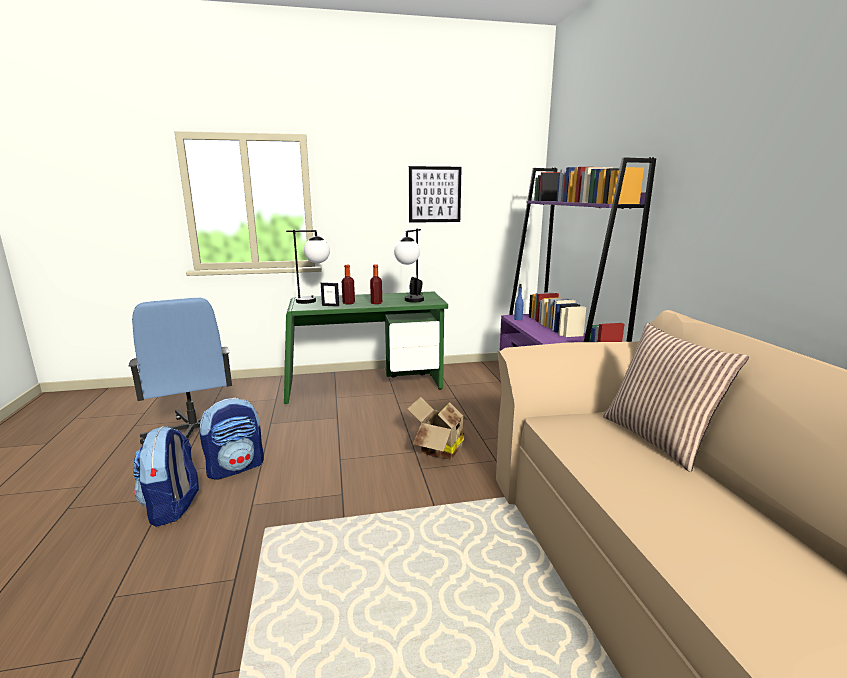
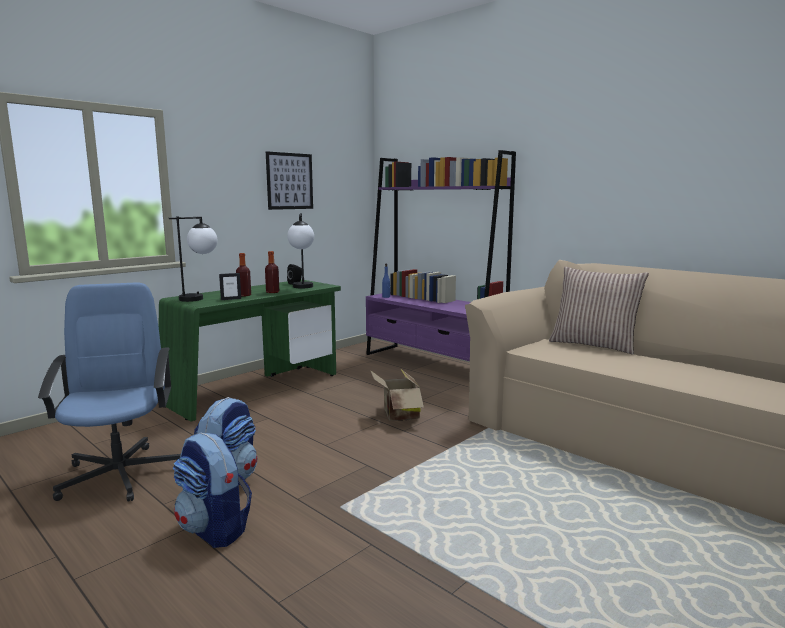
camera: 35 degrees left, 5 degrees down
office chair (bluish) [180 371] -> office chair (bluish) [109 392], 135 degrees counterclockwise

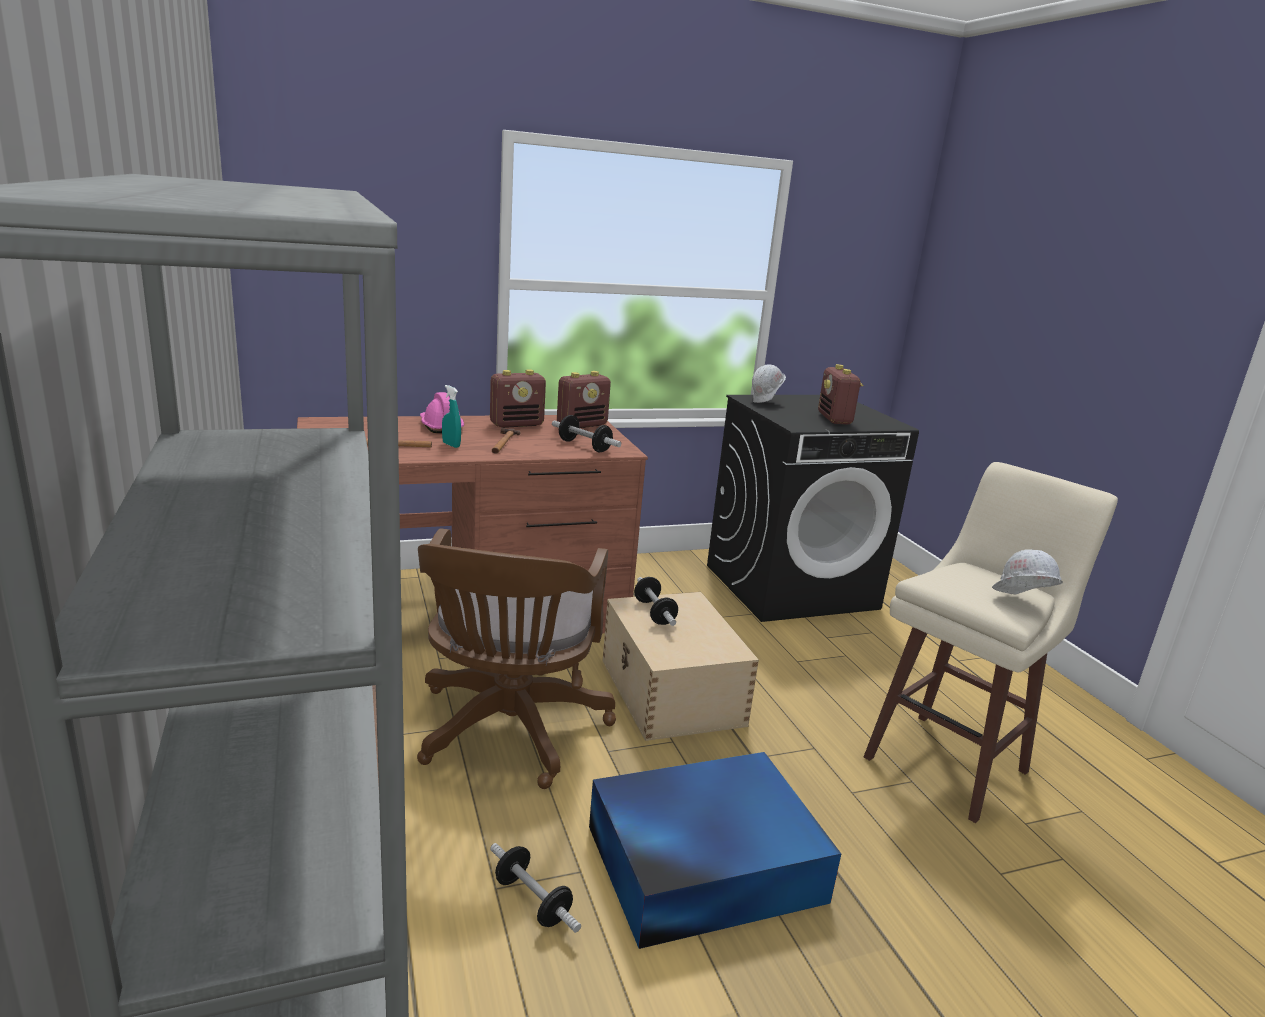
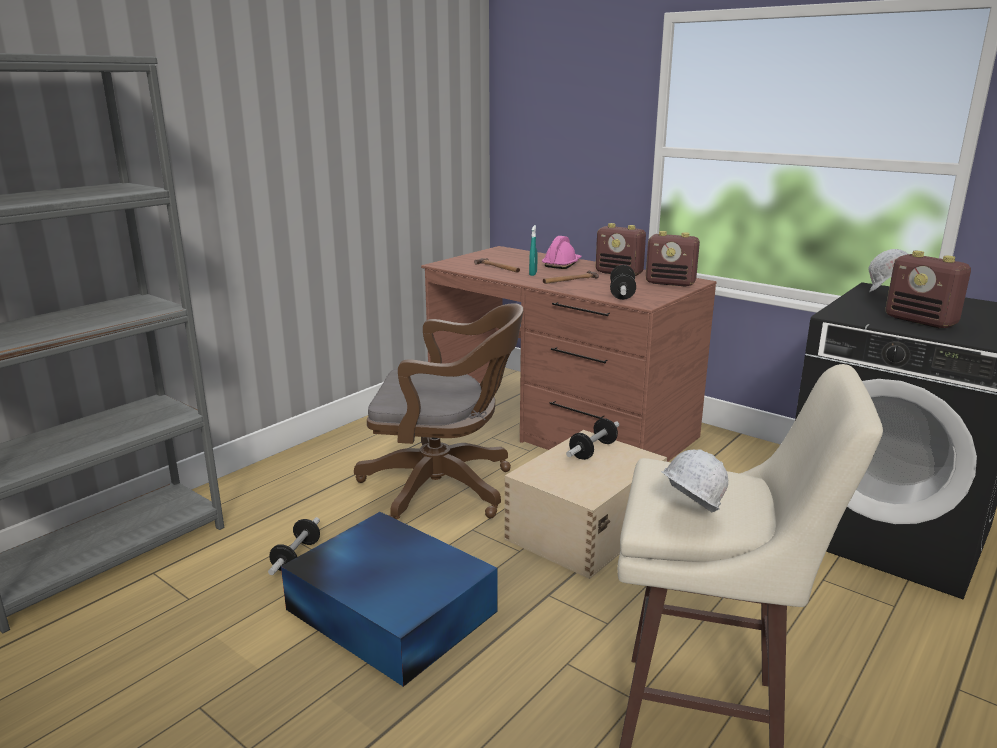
camera: 60 degrees right, 0 degrees up
office chair (brownish) [516 658] -> office chair (brownish) [439 411], 150 degrees counterclockwise
radio [840 394] -> radio [928 289], 90 degrees counterclockwise

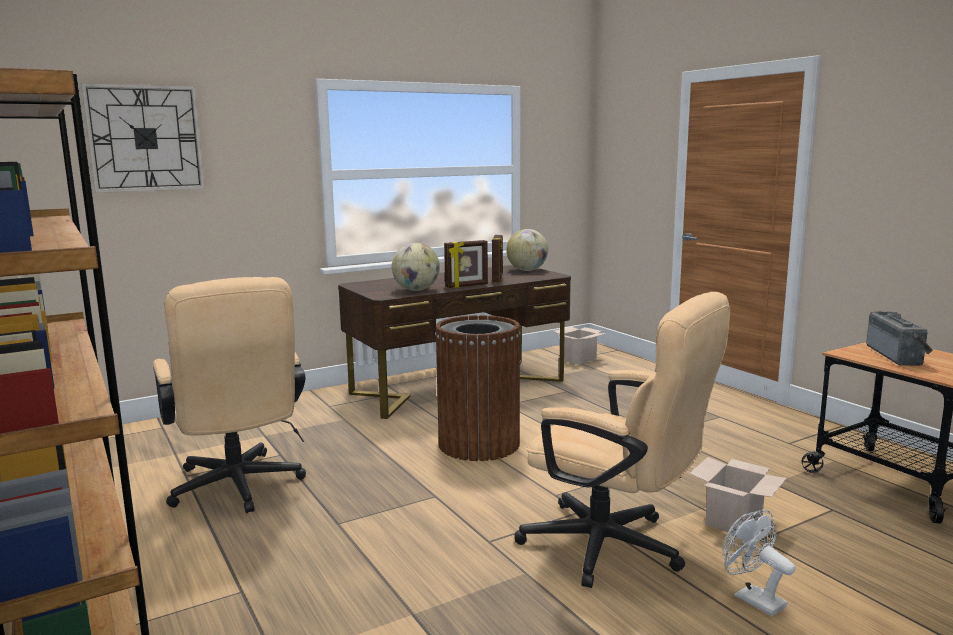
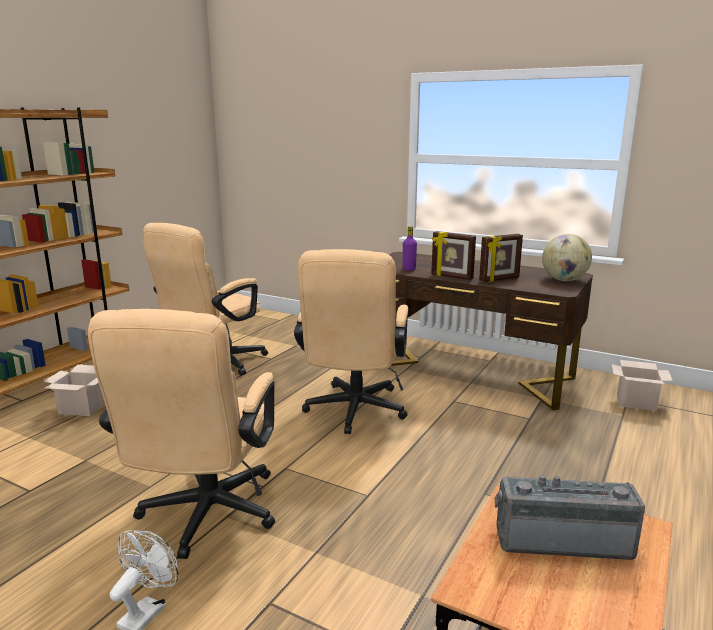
camera: 60 degrees right, 5 degrees up
hanging clock [143 138] -> none
globe [416 267] -> bottle (purplish) [410 248]
trash can (brownish) [478 388] -> office chair (beige) [351 341]
carton [738 494] -> carton [74 390], move
radio [899 338] -> radio [570 517], 150 degrees counterclockwise

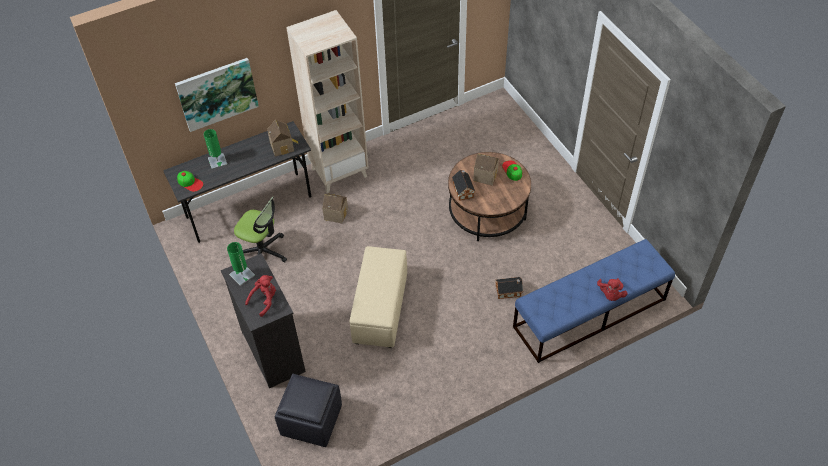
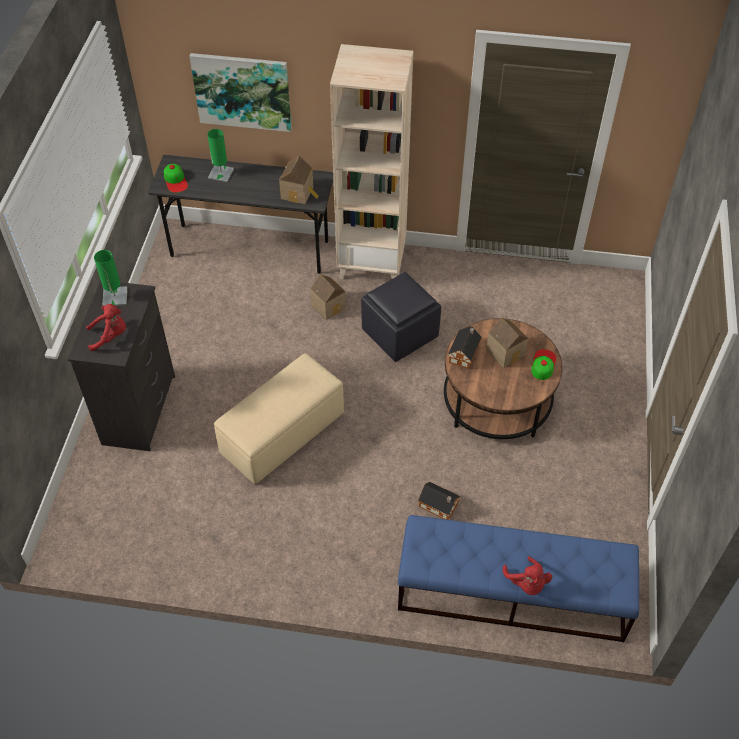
camera: 35 degrees right, 0 degrees up
office chair [260 229] -> none
footrest (black) [308 410] -> footrest (black) [401 317], move
soft toy (red-coloured) [612 289] -> soft toy (red-coloured) [527 575], 60 degrees counterclockwise

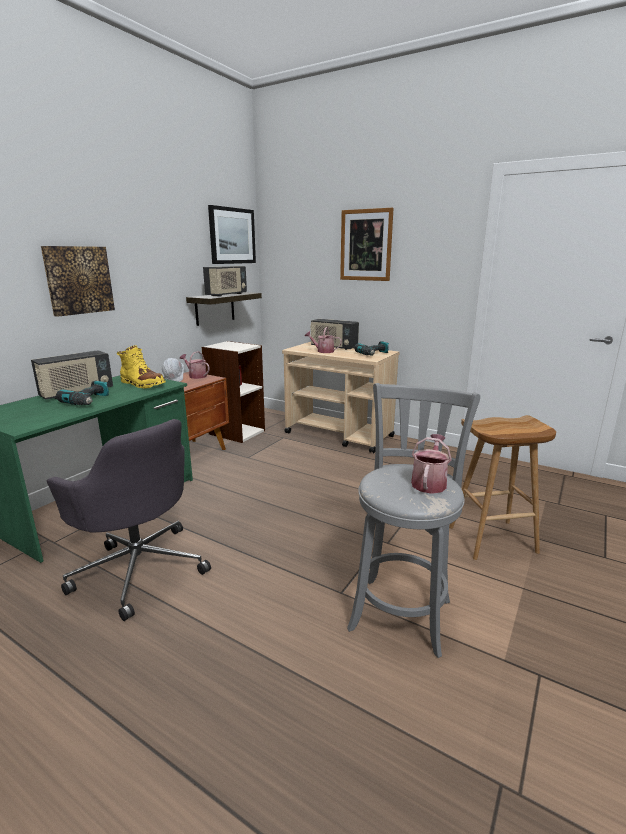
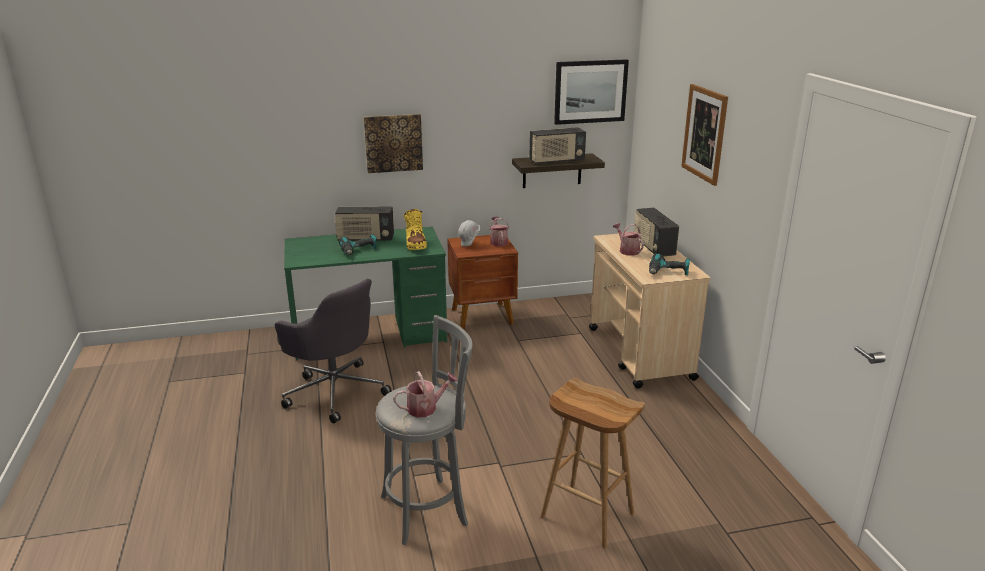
camera: 45 degrees right, 5 degrees up
office chair (grey) [129 520] -> office chair (grey) [333 351], 45 degrees counterclockwise
bookcase [233 392] -> none

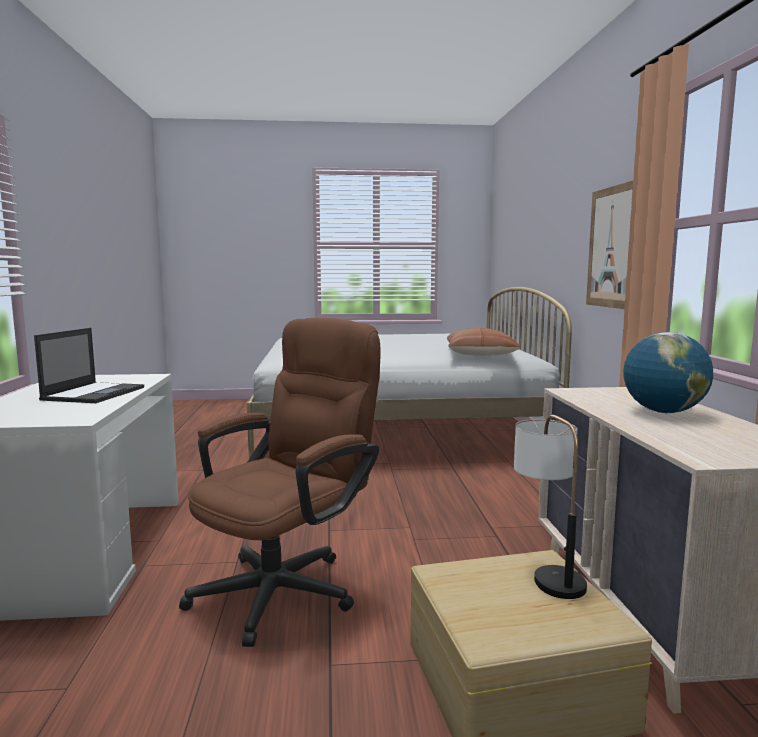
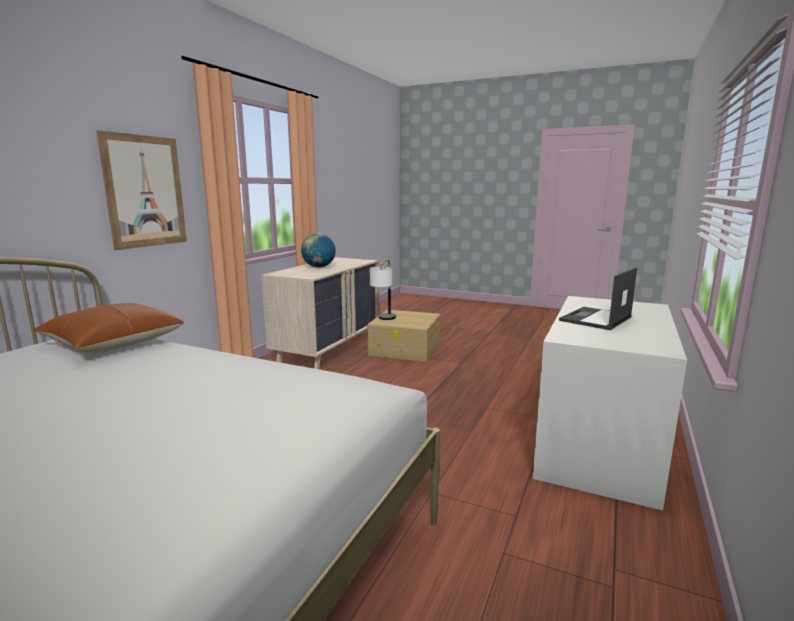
camera: 150 degrees left, 5 degrees up
office chair (brownish) [280 482] -> none

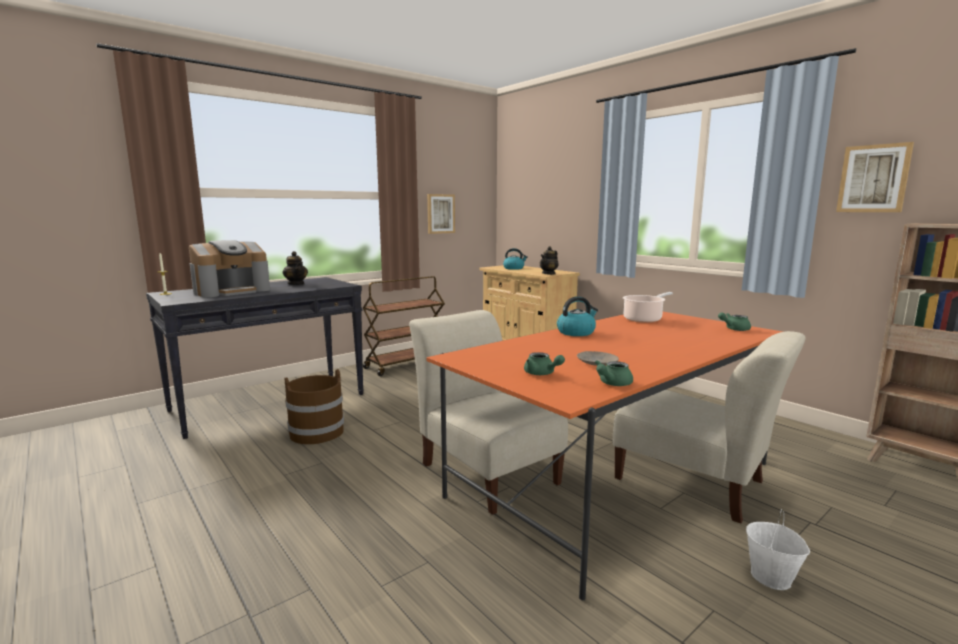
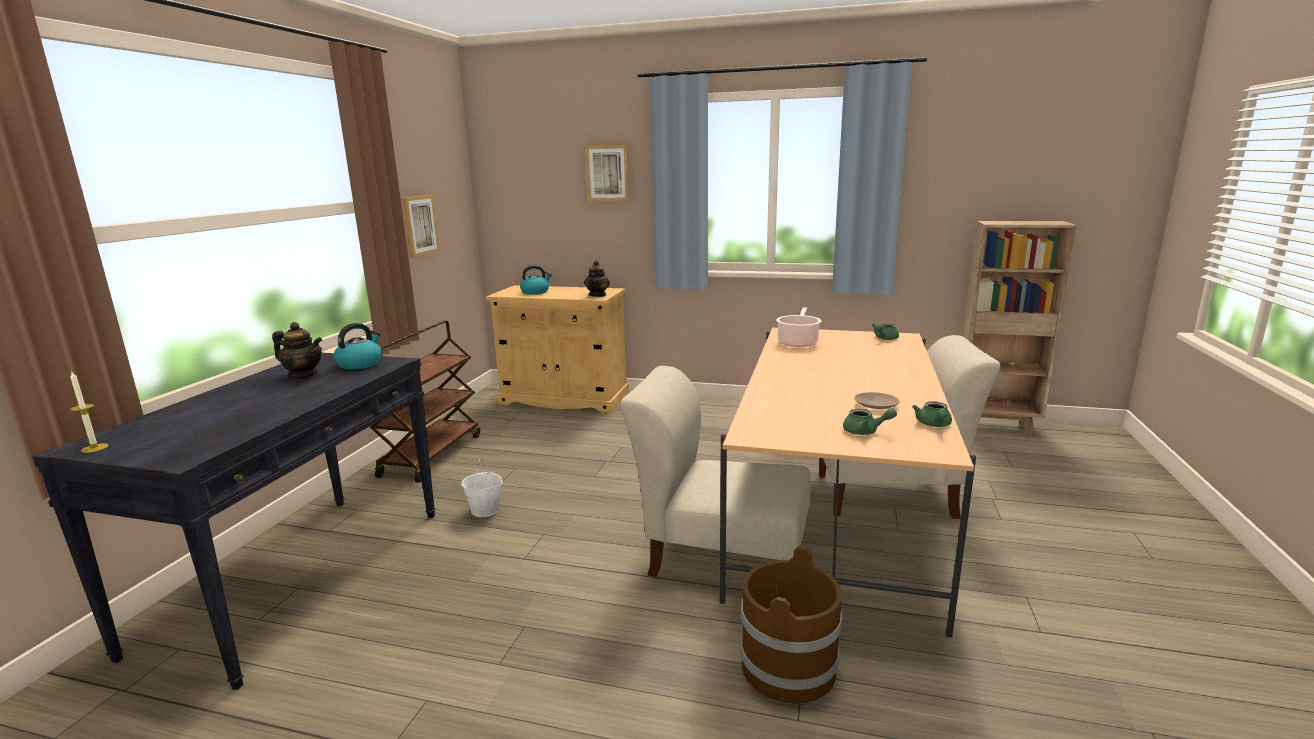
camera: 35 degrees left, 5 degrees up
coffee brewer [229 268] -> none
bucket (brownish) [314 406] -> bucket (brownish) [791 624], move
dinner table (orange-coloured) [604 456] -> dinner table (beige) [848 483]
water kettle [577 316] -> water kettle [358 346], move
bucket (whitish) [778 549] -> bucket (whitish) [482 488], move
wall art [875 177] -> wall art [607 173], move

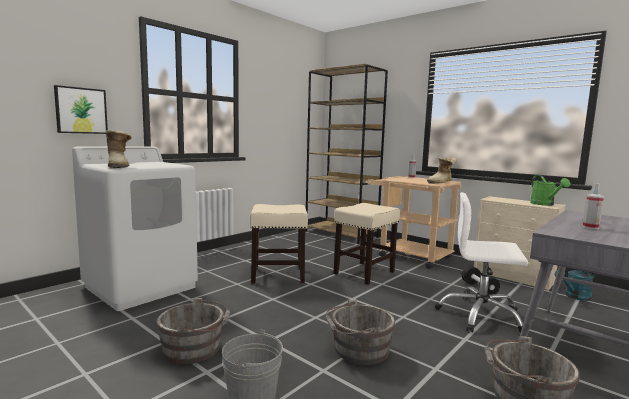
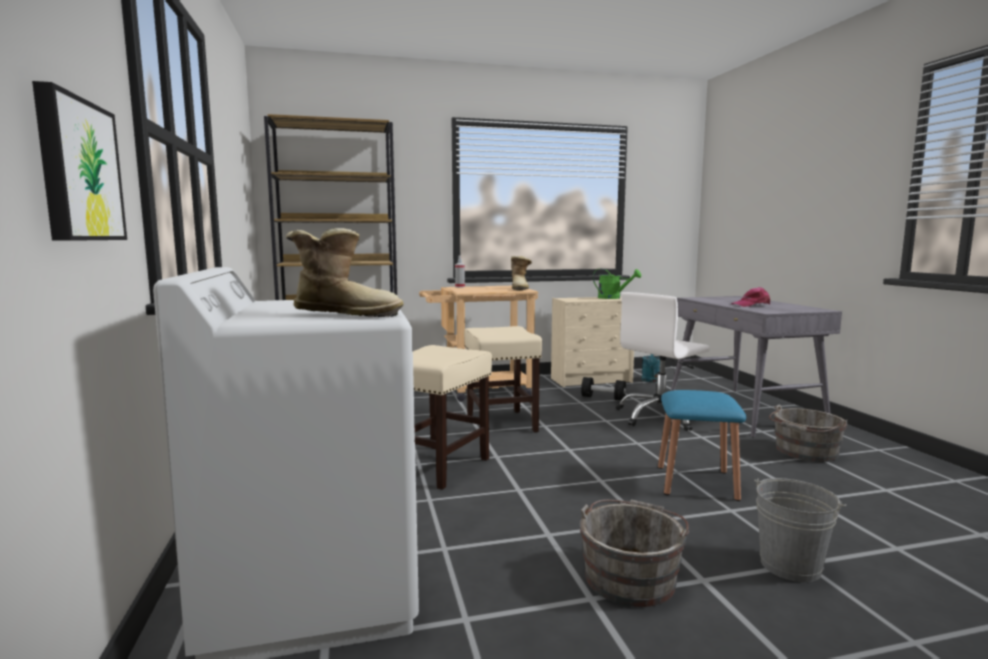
camera: 55 degrees left, 0 degrees up
bucket (grey) [360 332] -> stool seat (bluish) [702 445]
sprayer [593 206] -> cap (pinkish) [750 297]

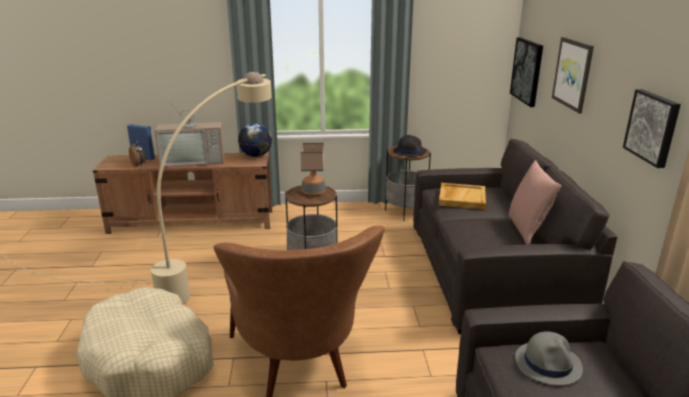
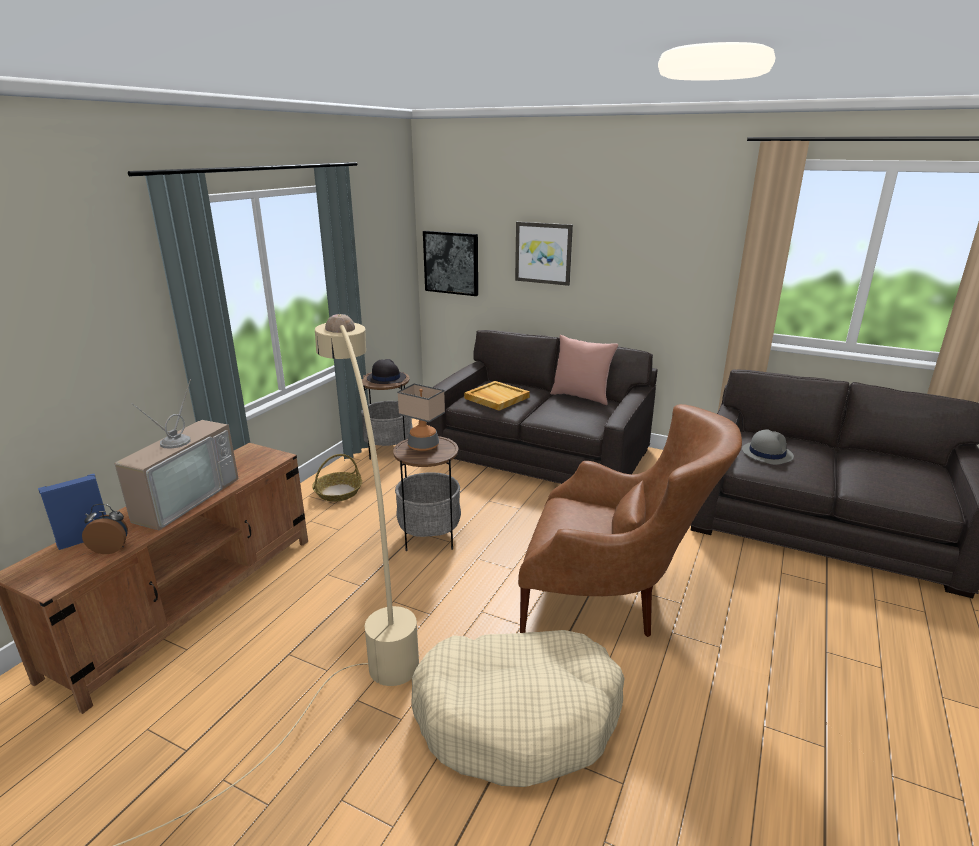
camera: 60 degrees left, 0 degrees up
globe [255 140] -> none
wall art [652 128] -> none
none -> household basket [337 478]

